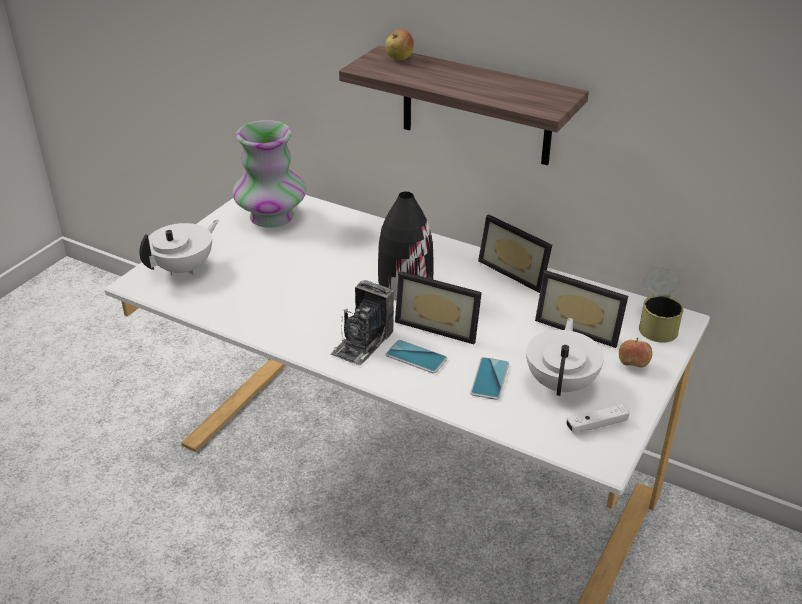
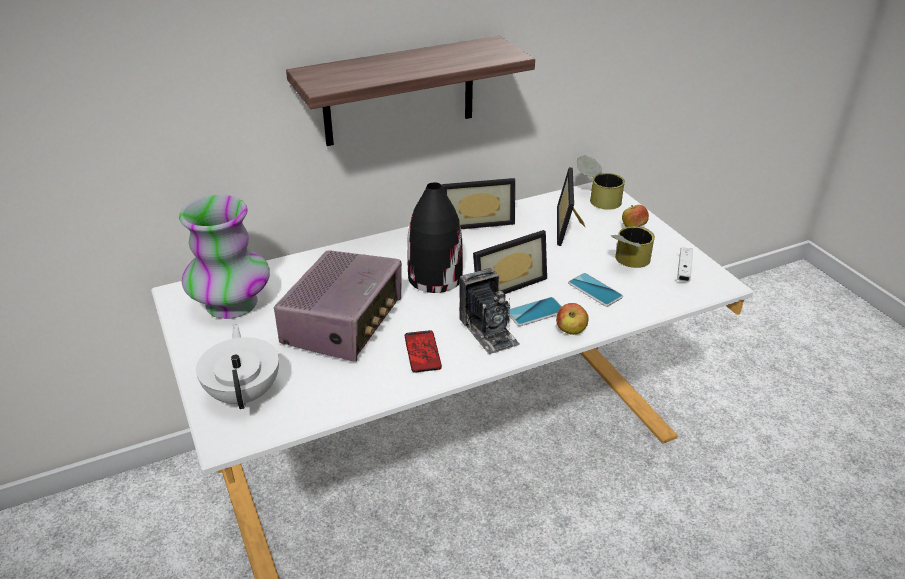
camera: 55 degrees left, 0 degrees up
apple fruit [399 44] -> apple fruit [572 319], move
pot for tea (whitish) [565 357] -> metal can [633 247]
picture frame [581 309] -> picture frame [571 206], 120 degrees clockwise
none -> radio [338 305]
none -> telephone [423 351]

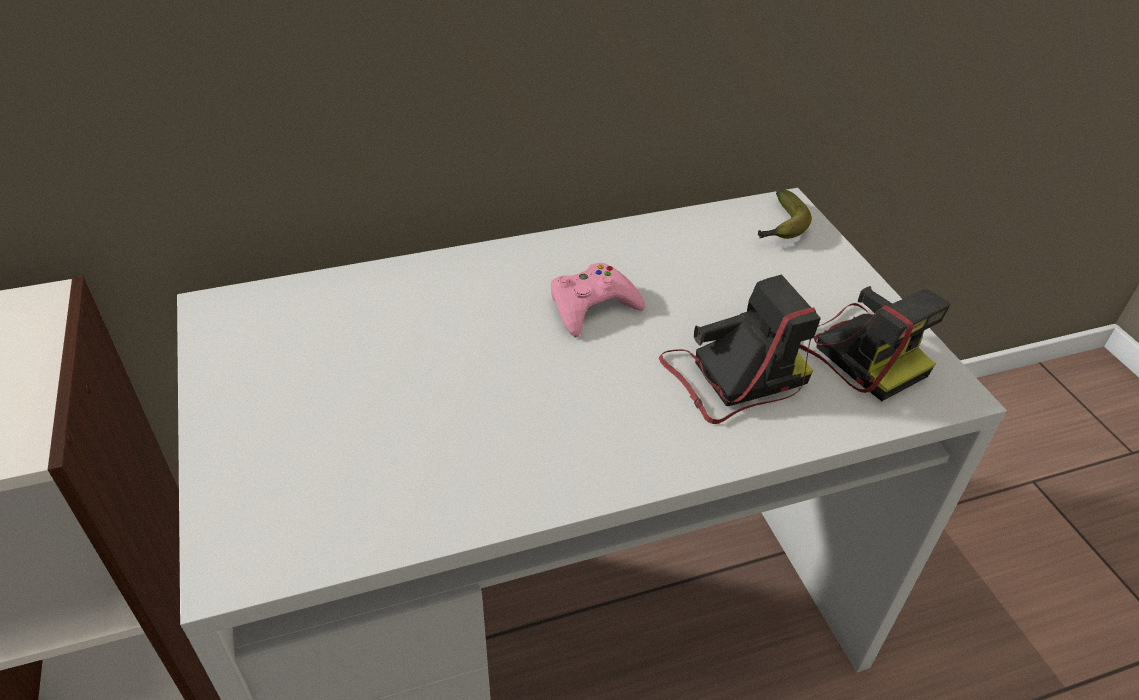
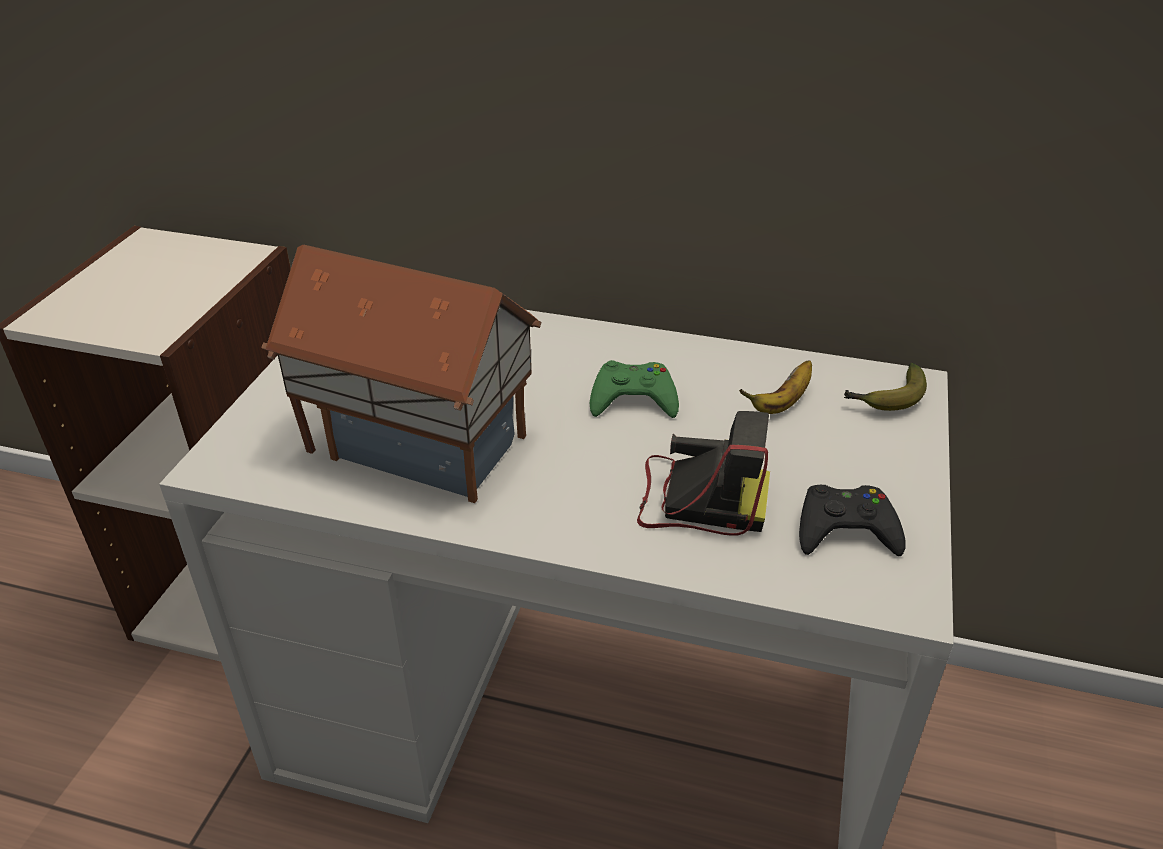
camera: 35 degrees right, 5 degrees down
joypad (pinkish) [598 300] -> joypad (greenish) [634 389]
photo camera [874 343] -> joypad (black) [852 520]
none -> toy house [401 373]
none -> whole banana [775 387]

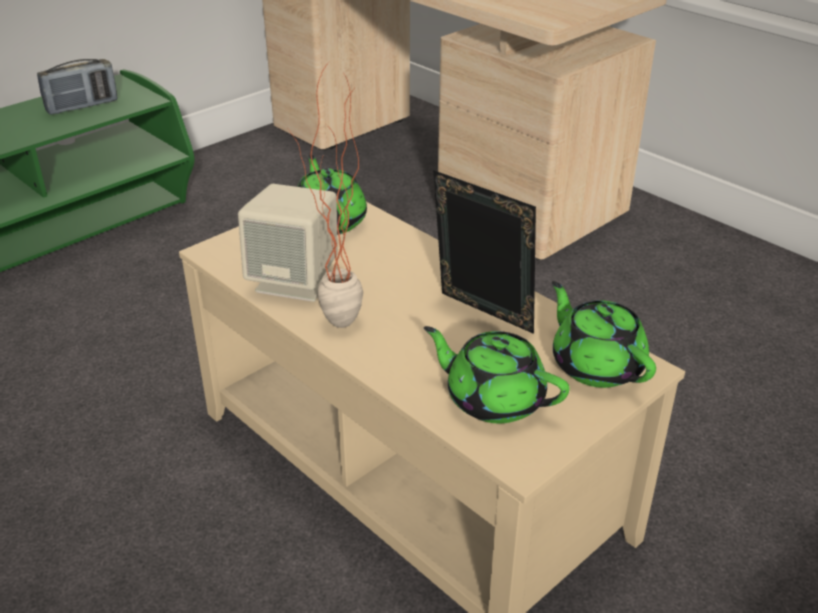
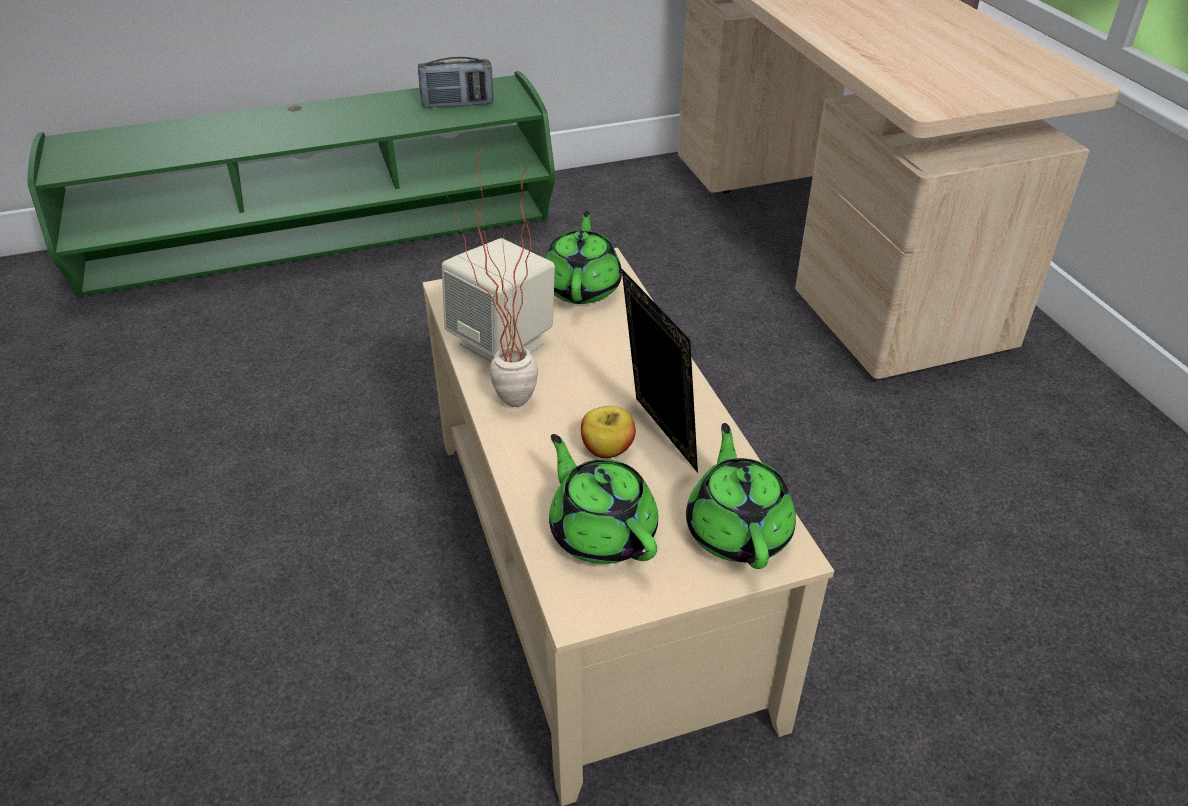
camera: 25 degrees right, 5 degrees up
none -> apple fruit [608 432]

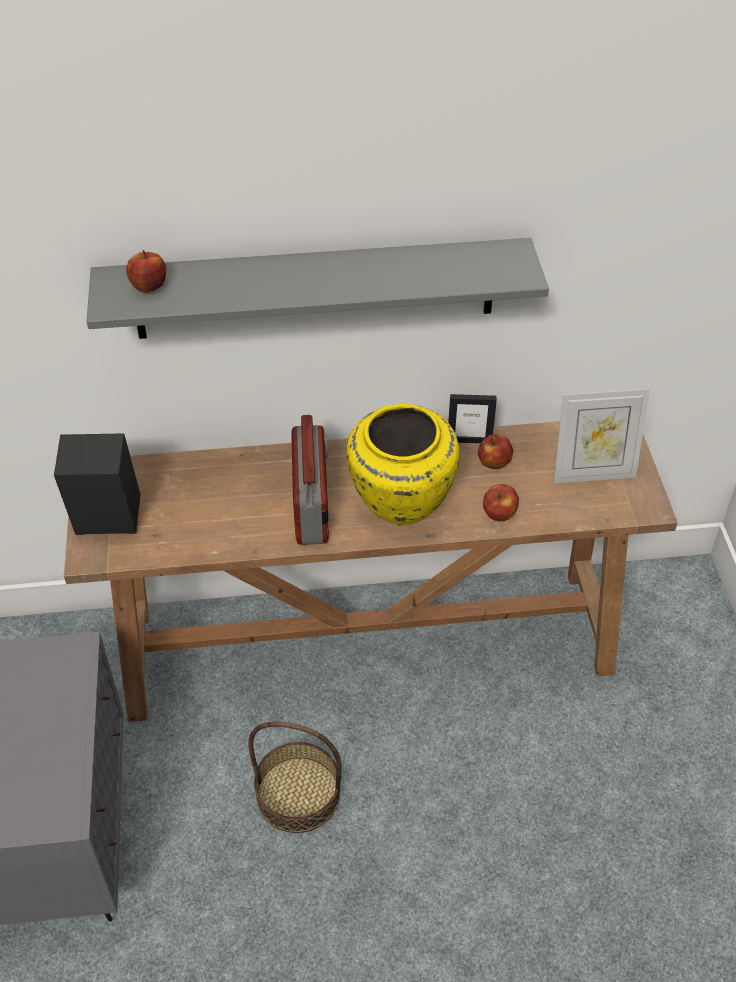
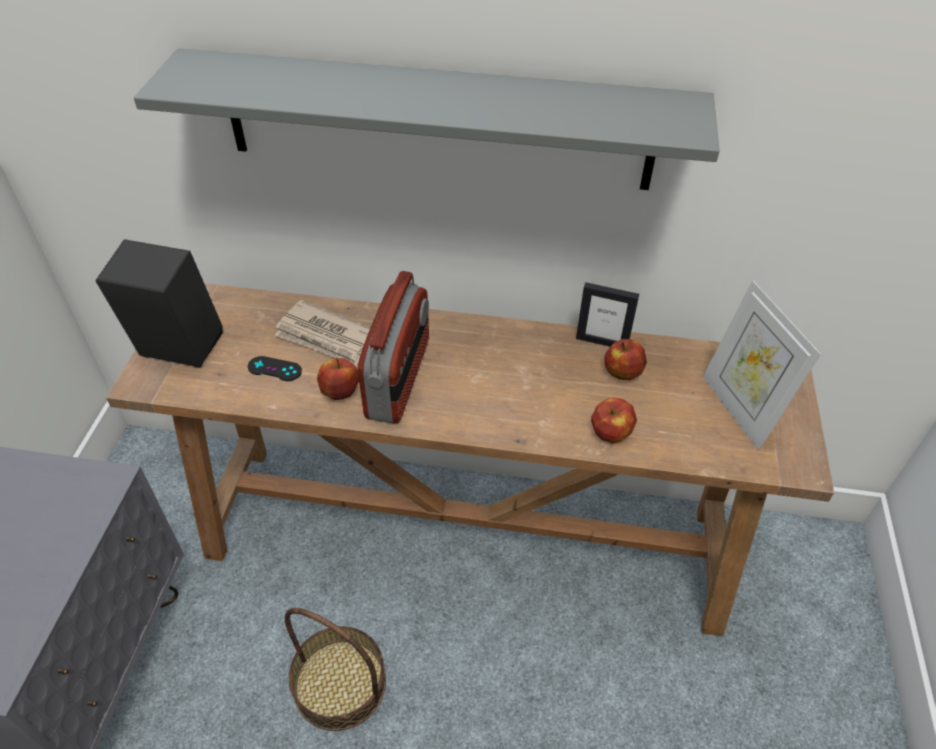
camera: 15 degrees right, 0 degrees up
apple fruit [146 271] -> apple fruit [338 379], move
vase (yellow) [403 464] -> none
picture frame [602 436] -> picture frame [762 365], 60 degrees clockwise
none -> joypad (black) [275 368]
none -> newspaper [323 333]

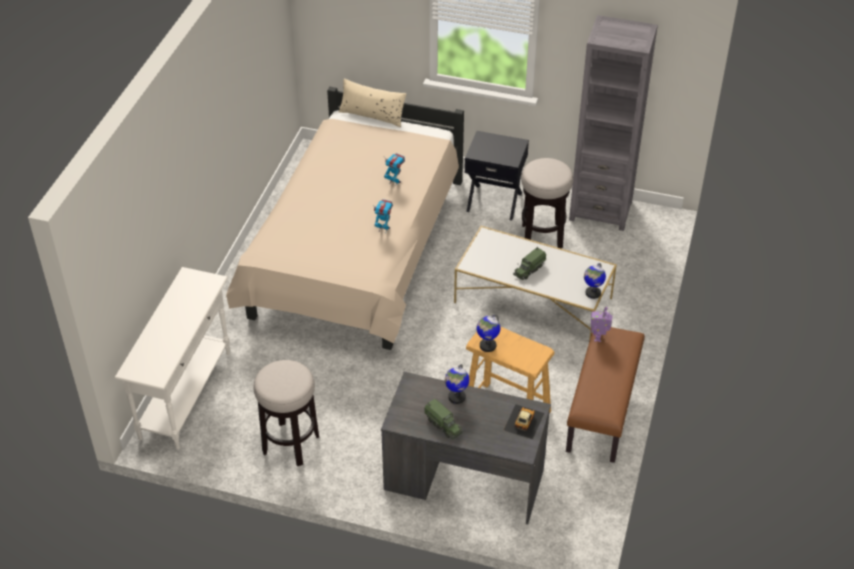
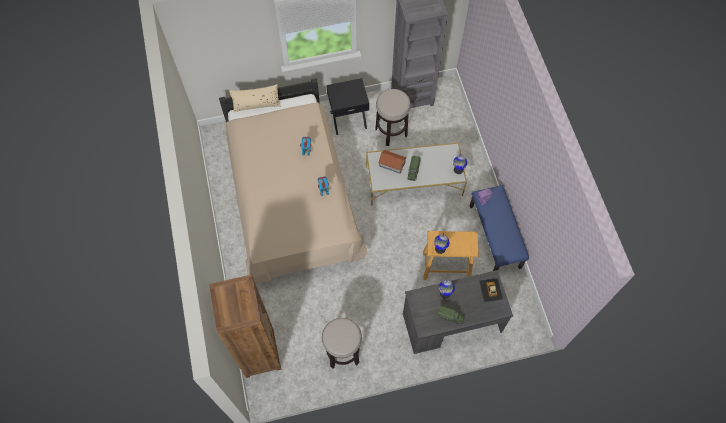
camera: 30 degrees left, 20 degrees up
hall table (whitish) [172 358] -> bookcase (brownish) [245 326]
indoor bench (brownish) [605 395] -> indoor bench (bluish) [499 228]
none -> toy house [392 162]

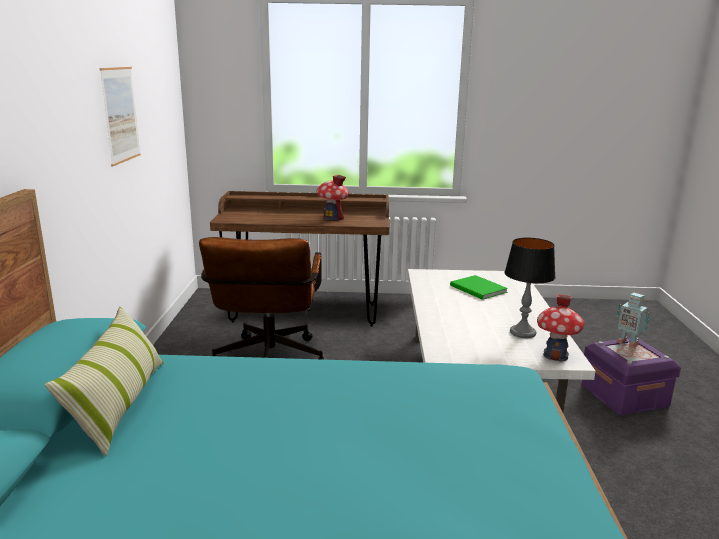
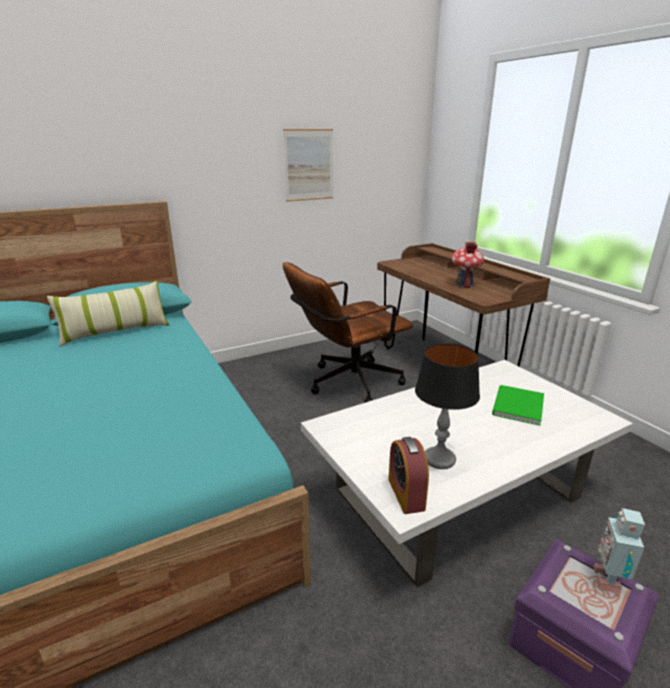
camera: 60 degrees right, 5 degrees up
toy house [561 327] -> alarm clock [408 475]

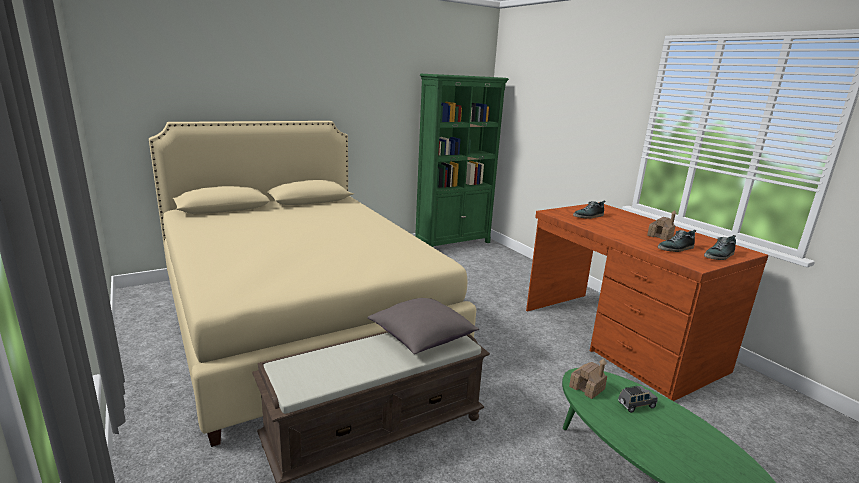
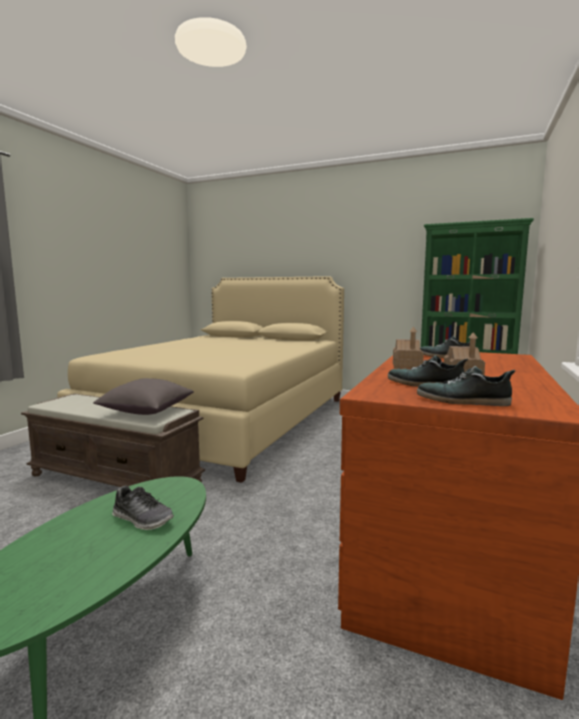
camera: 55 degrees right, 10 degrees down
toy house [588 379] -> toy house [408 347], move
miniature car (grey) [638 399] -> item of footwear [143 508]

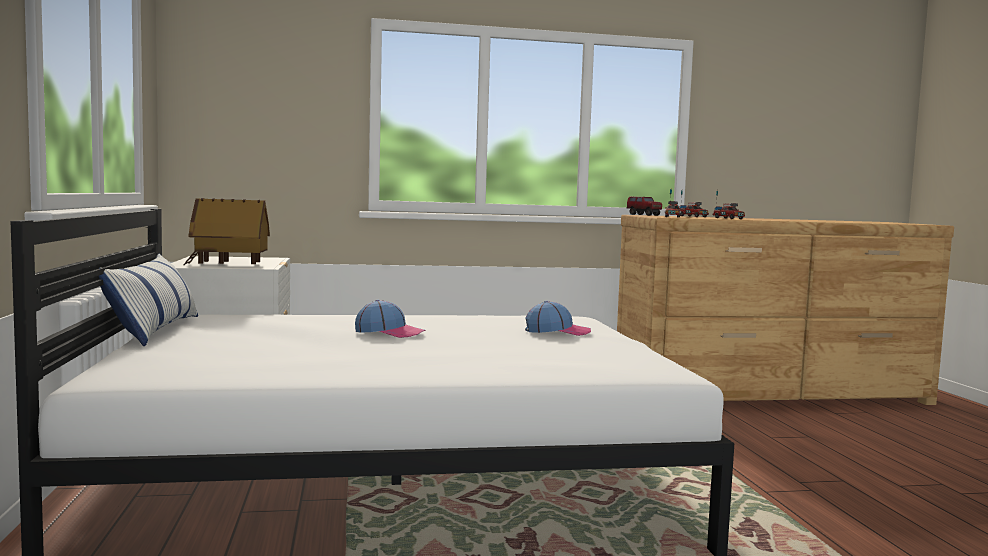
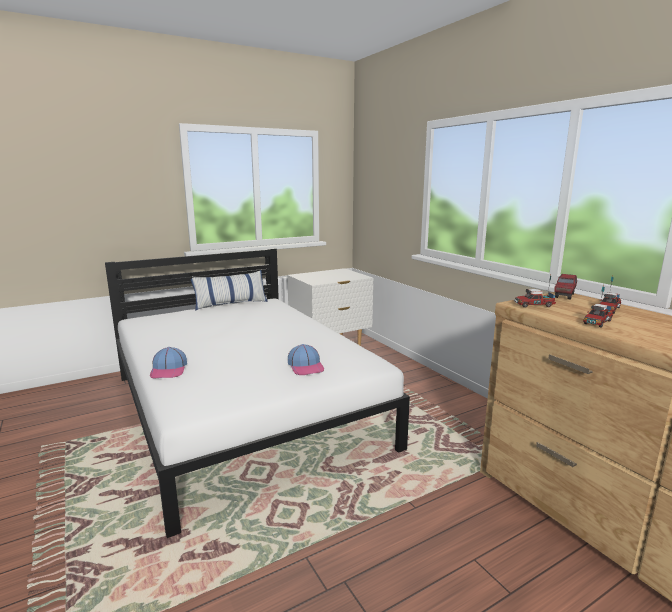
camera: 70 degrees right, 10 degrees up
toy house [226 231] -> none
cap [390 319] -> cap [168 363], move

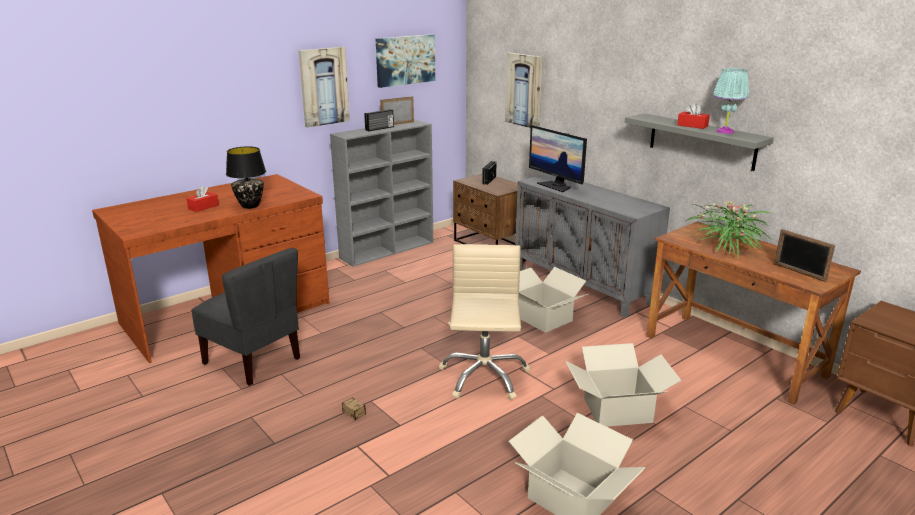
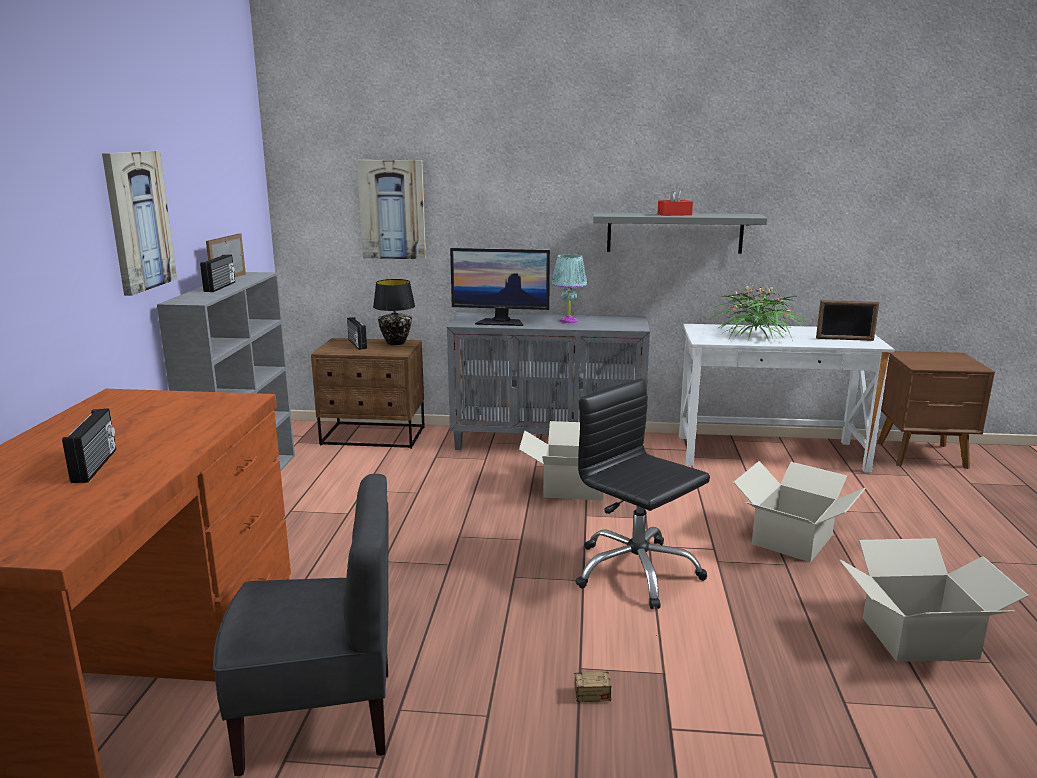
camera: 45 degrees left, 5 degrees down
tissue holder (red-coloured) [202 199] -> radio [89 445]
lamp for a table (black) [246 177] -> lamp for a table (black) [394 312], move
wall art [405 61] -> none
office chair (beige) [484 322] -> office chair (black) [642 493]
desk (brownish) [753 313] -> desk (whitish) [787 398]
lamp for a table (turquoise) [731 101] -> lamp for a table (turquoise) [569 288], move

